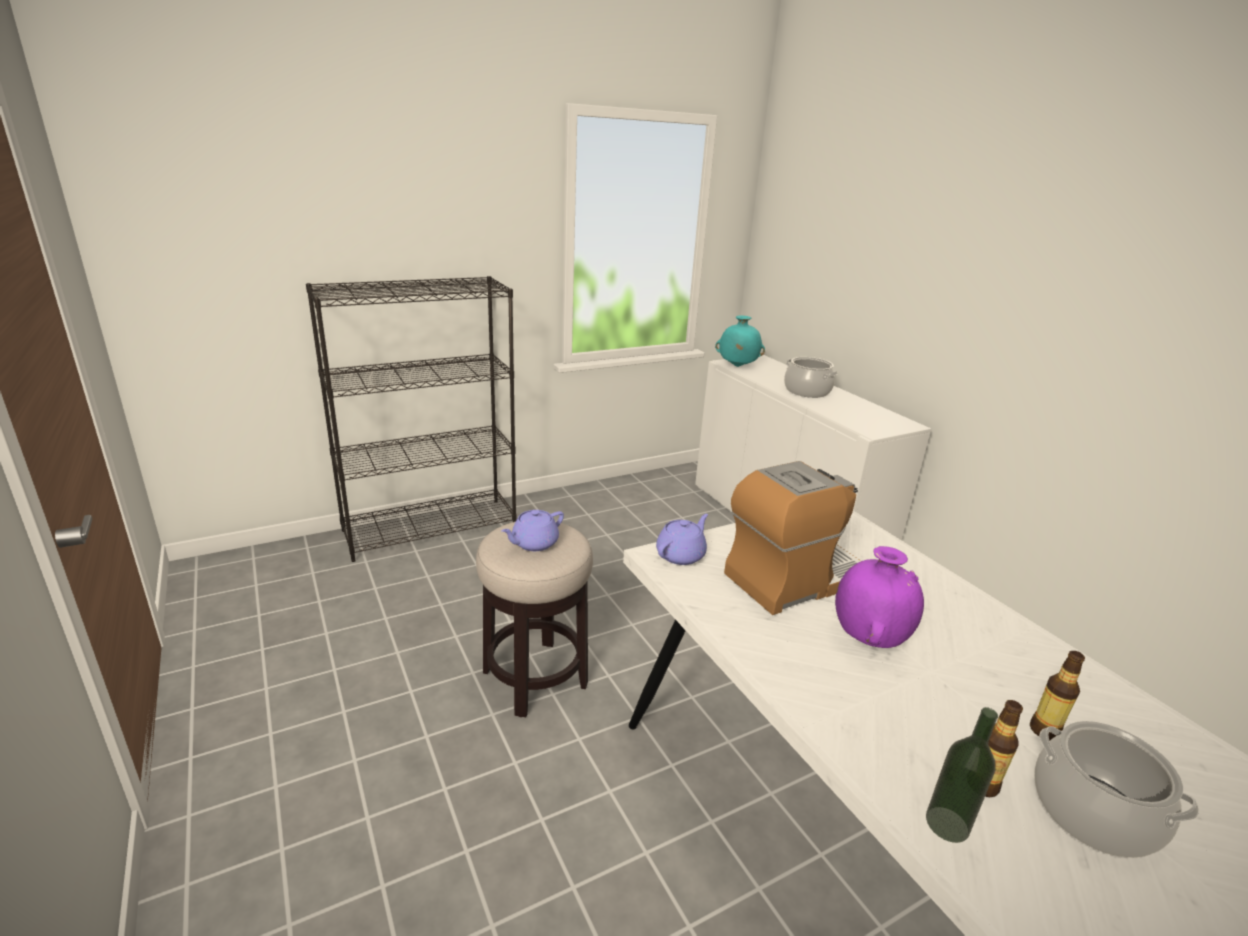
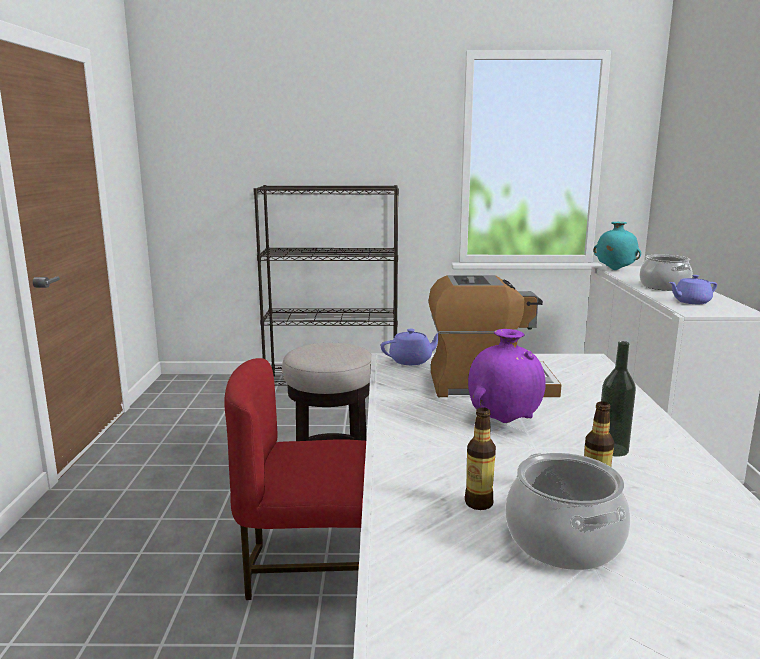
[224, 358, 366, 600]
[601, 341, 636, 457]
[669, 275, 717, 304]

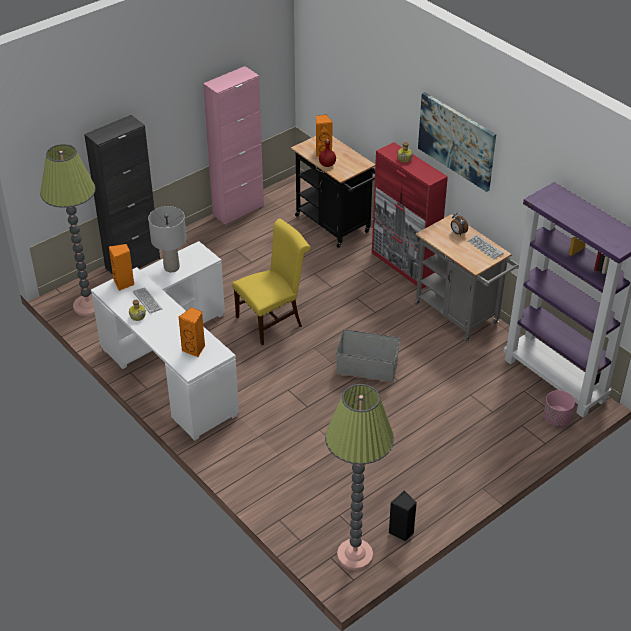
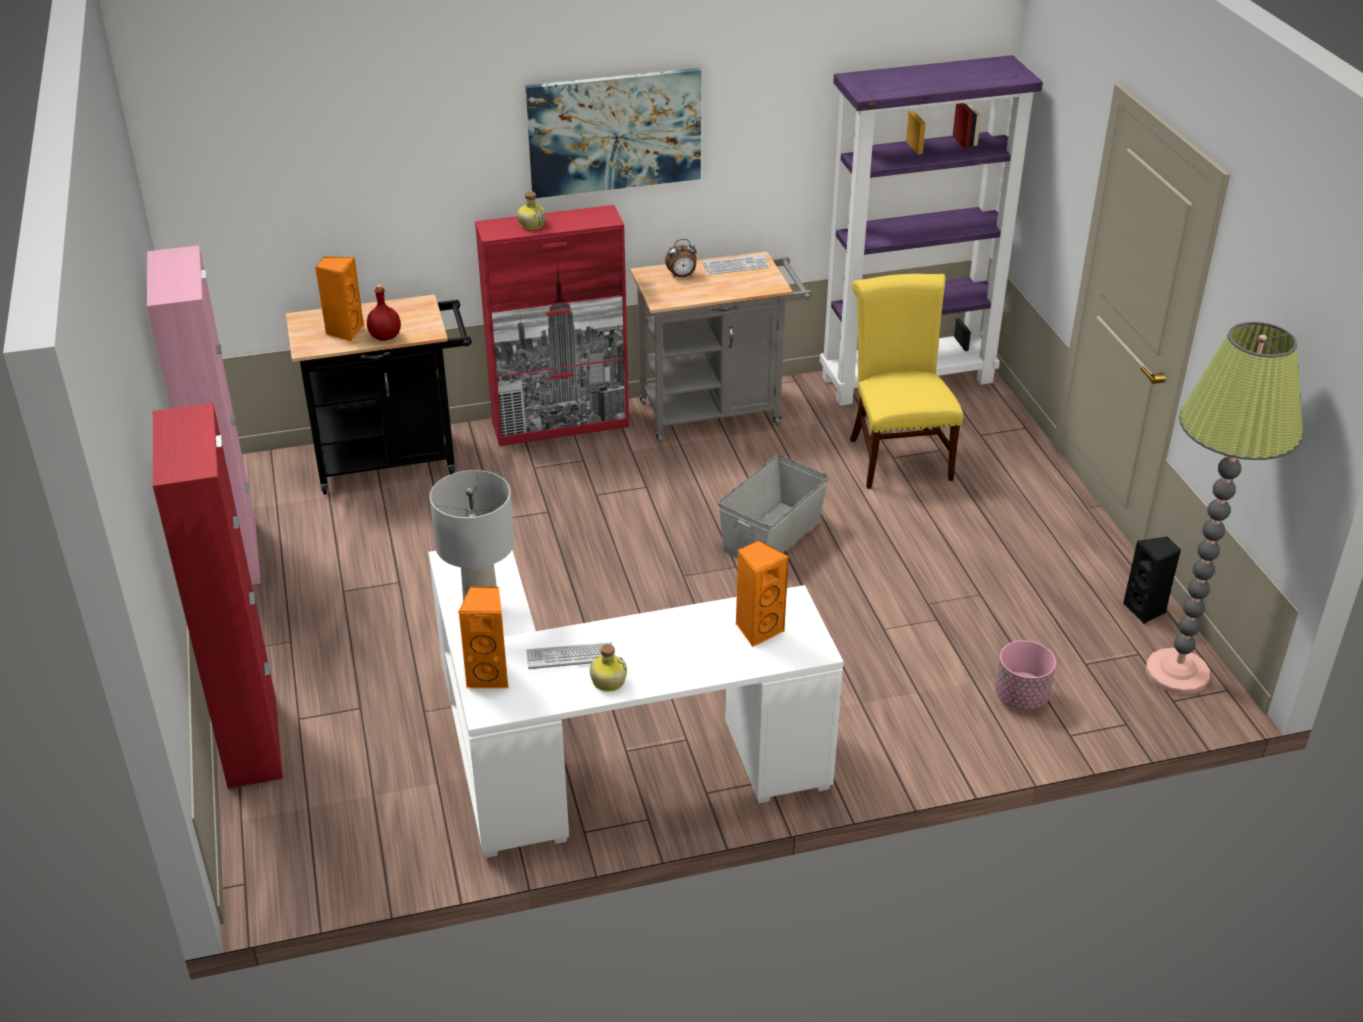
[153, 403, 283, 789]
[850, 274, 963, 489]
[995, 641, 1056, 710]
[40, 144, 96, 316] (first image)

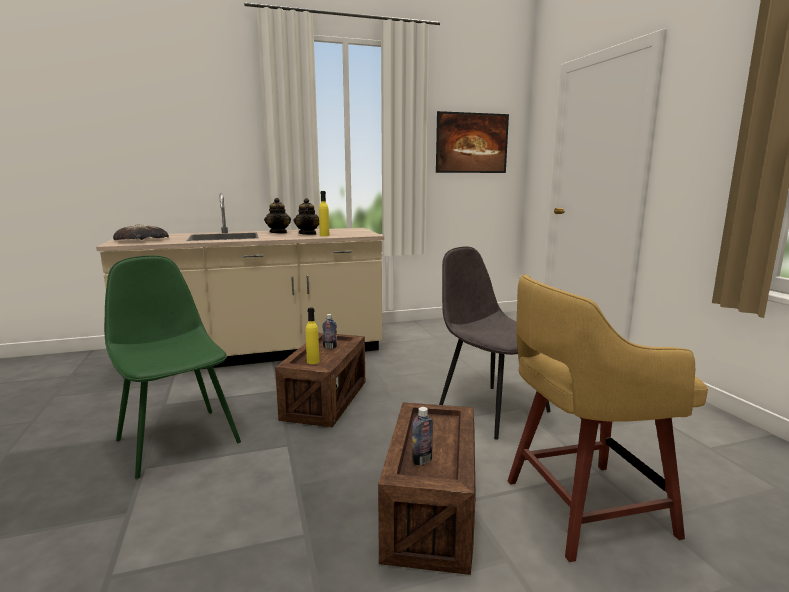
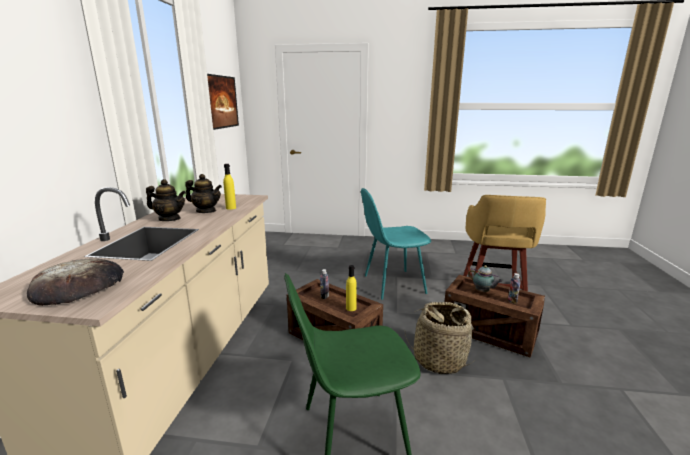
[361, 188, 431, 300]
[405, 302, 477, 374]
[468, 265, 502, 292]

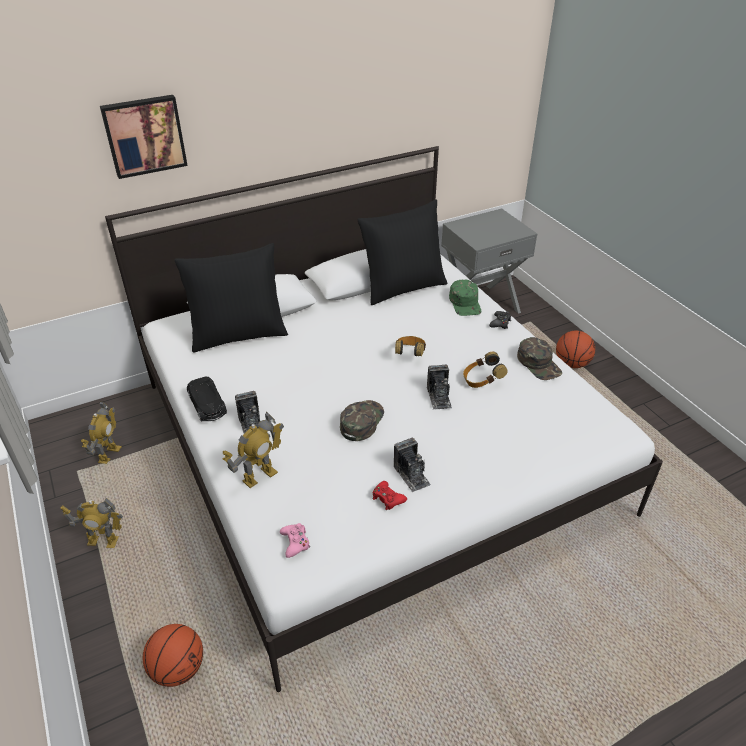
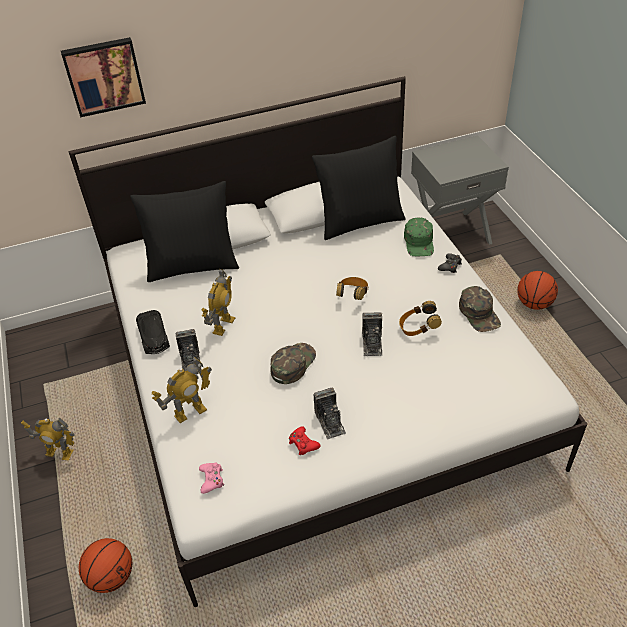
[201, 269, 235, 336]

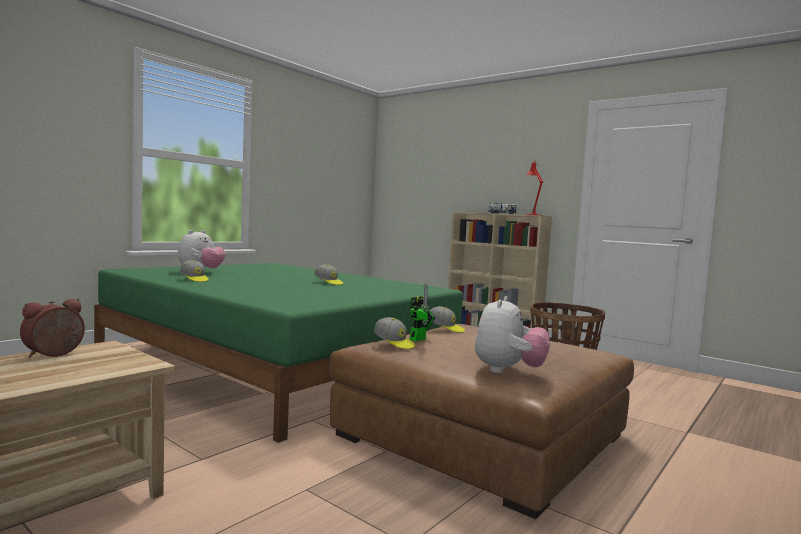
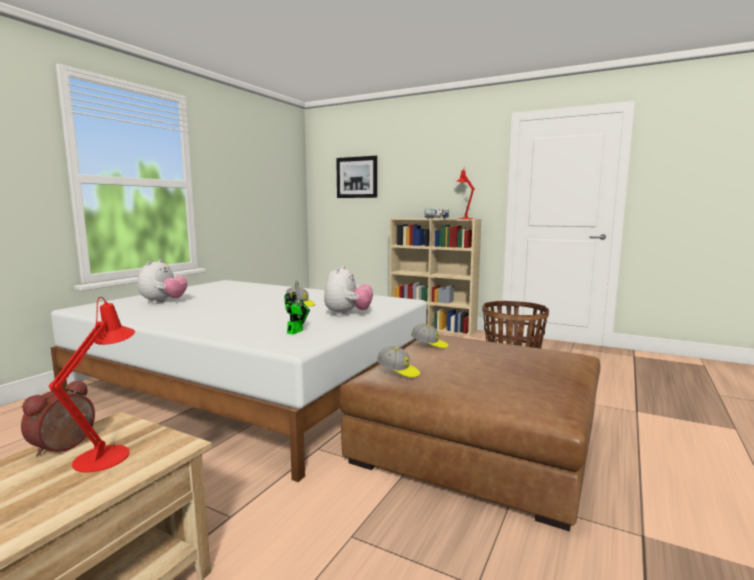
[49, 297, 135, 473]
[50, 280, 427, 482]
[285, 281, 310, 334]
[324, 266, 373, 316]
[336, 156, 377, 198]
[180, 260, 208, 282] (first image)

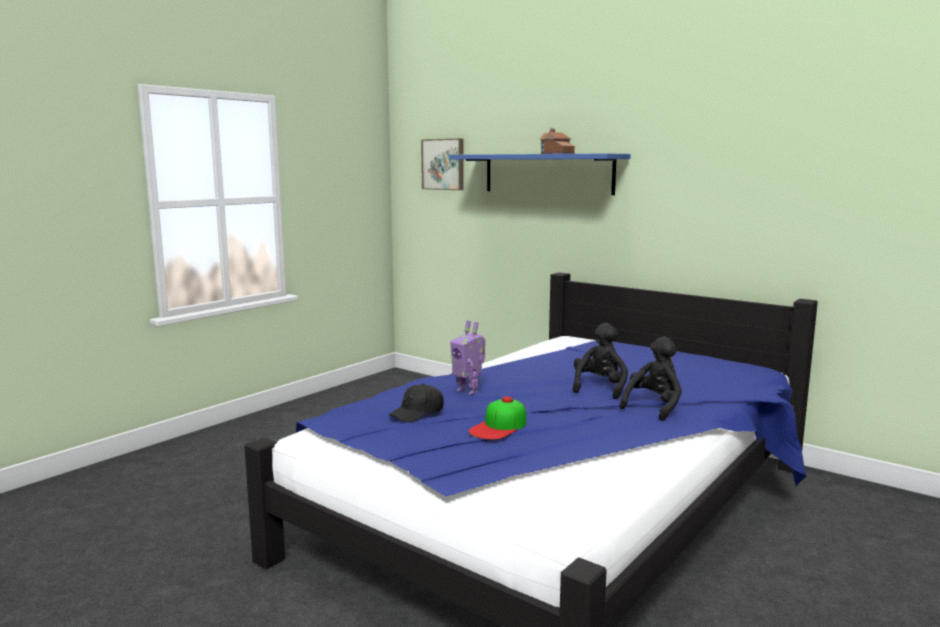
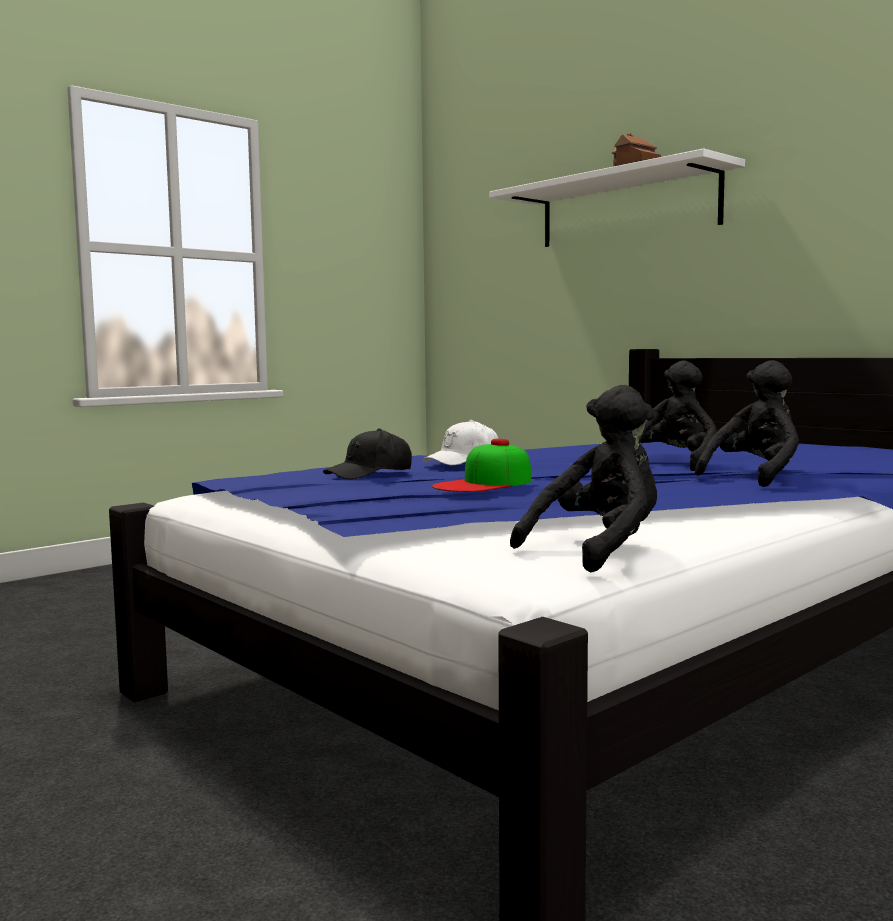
[423, 420, 499, 465]
[489, 148, 745, 247]
[510, 385, 657, 573]
[421, 139, 464, 190] (first image)

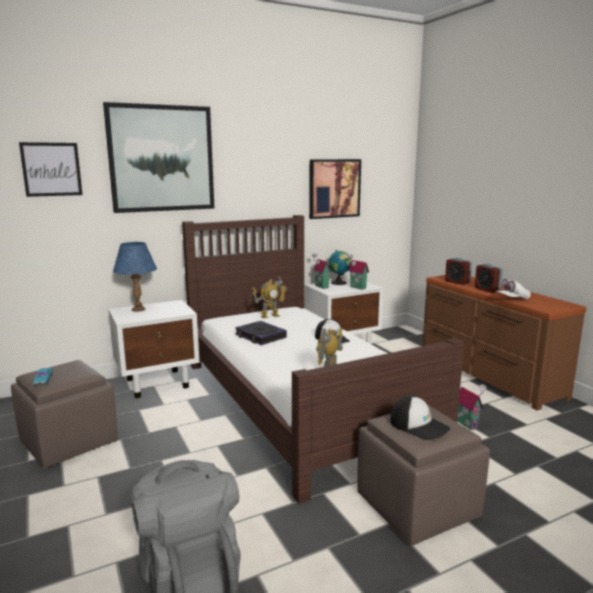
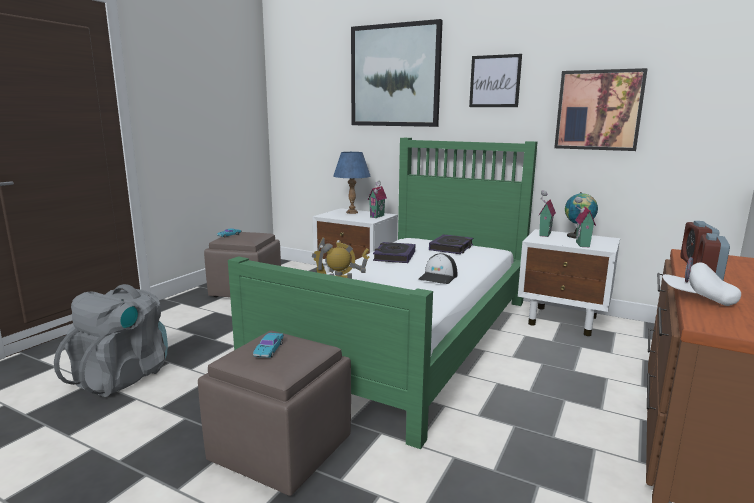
[228, 138, 538, 449]
[253, 333, 284, 358]
[368, 181, 387, 218]
[429, 234, 473, 254]
[469, 54, 522, 107]

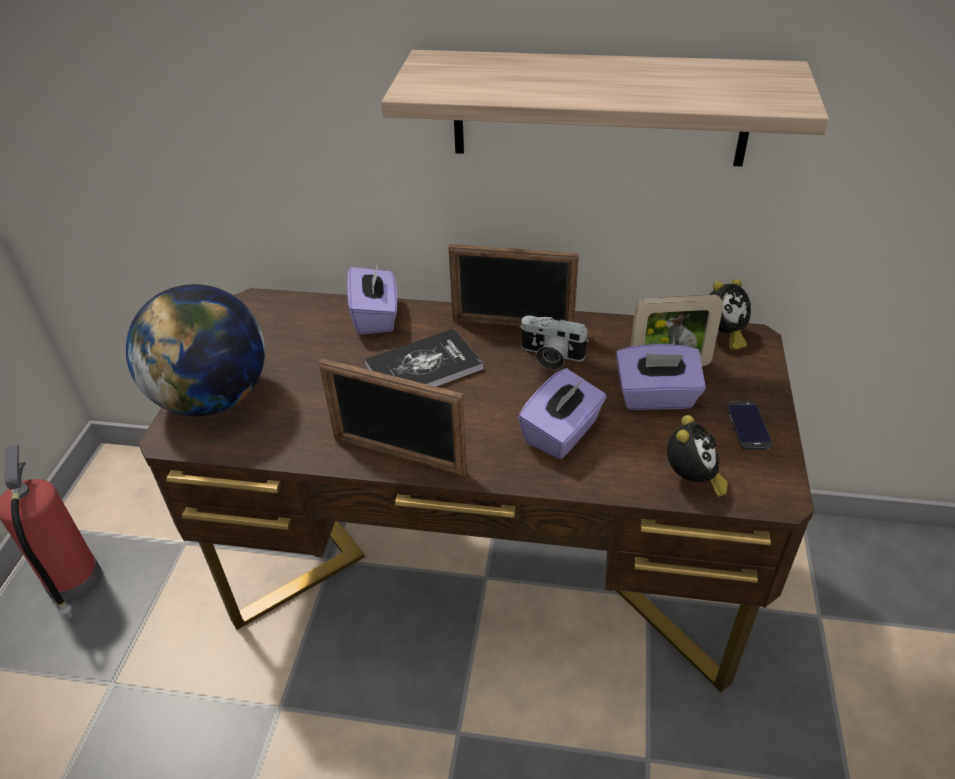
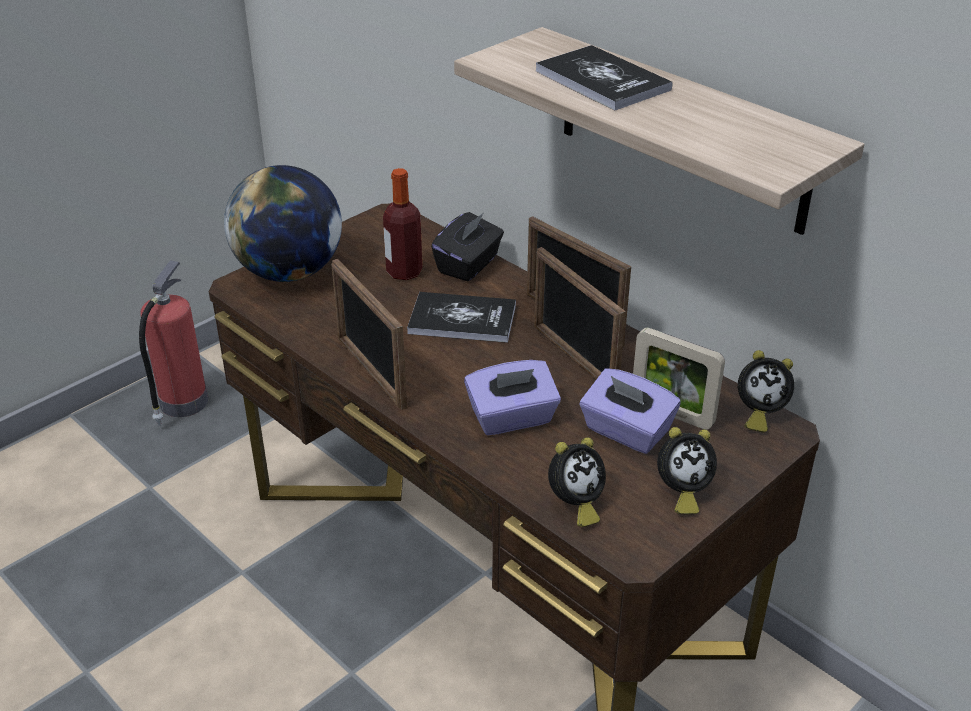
[383, 168, 422, 280]
[431, 212, 504, 281]
[534, 247, 626, 379]
[536, 45, 672, 111]
[657, 427, 717, 514]

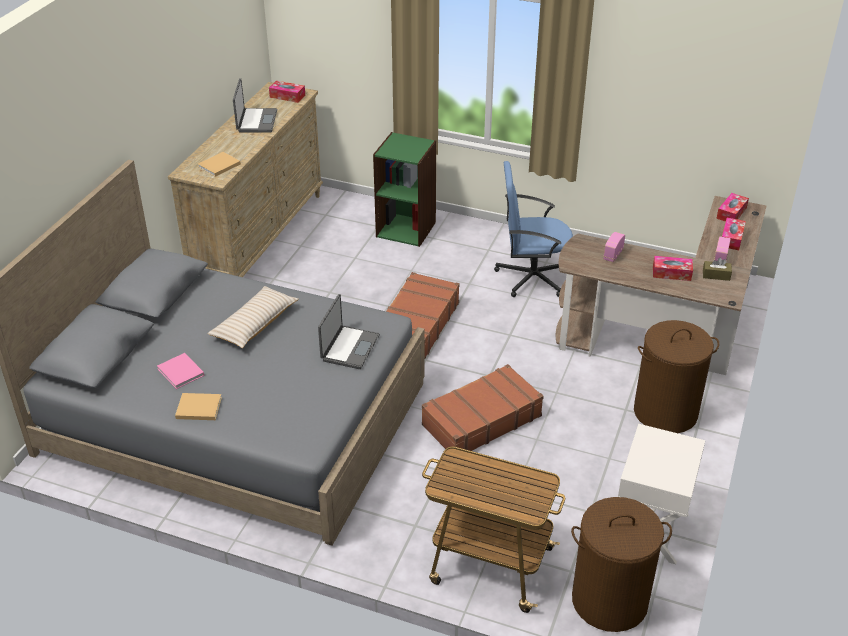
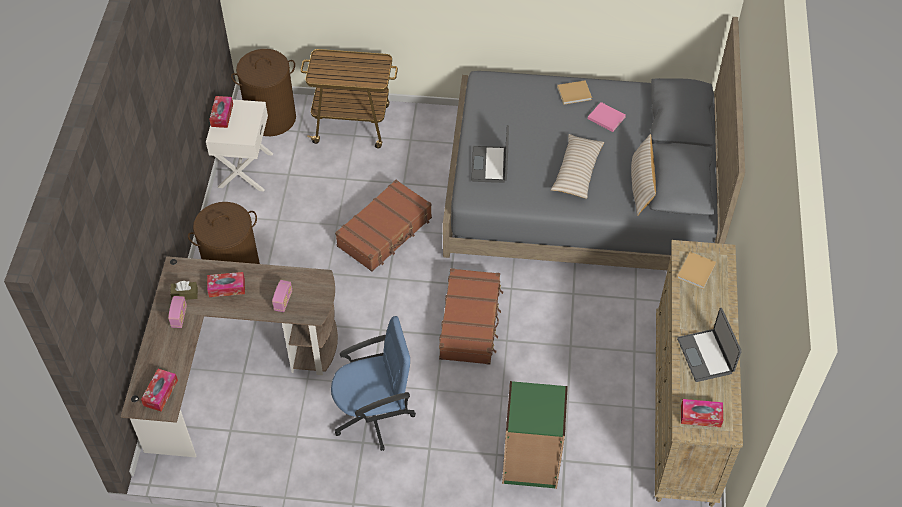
[209, 96, 233, 128]
[631, 134, 656, 216]

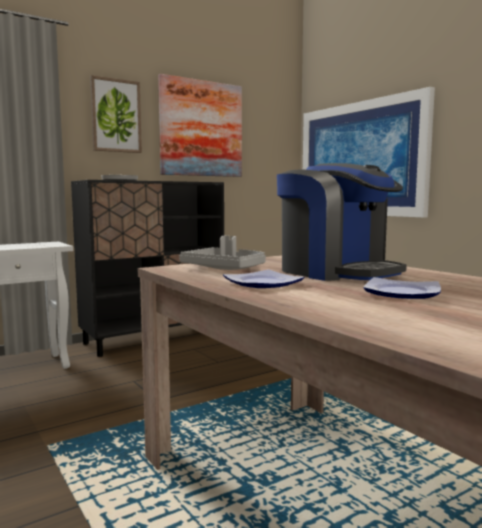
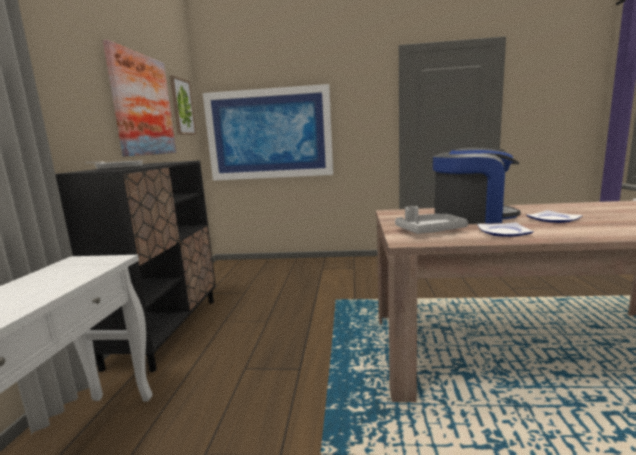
[170, 75, 197, 135]

